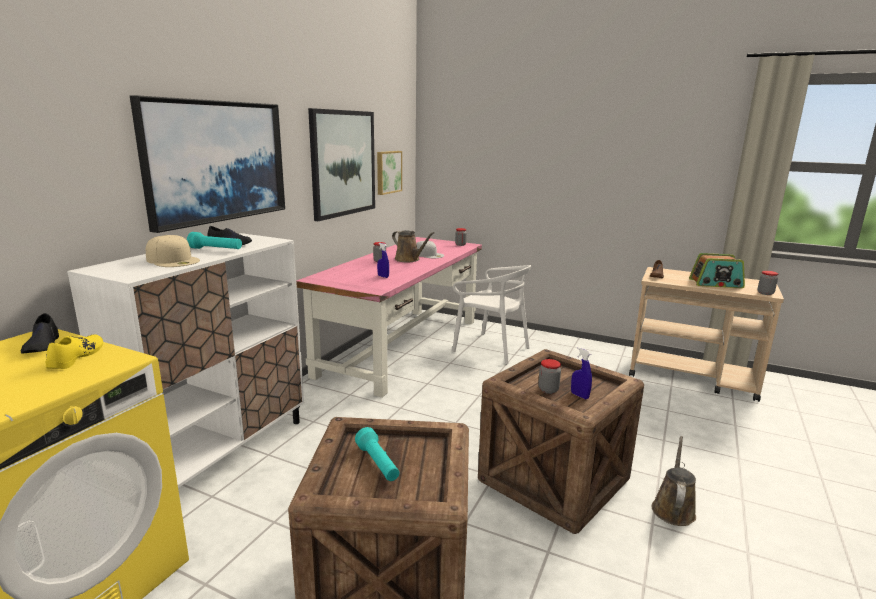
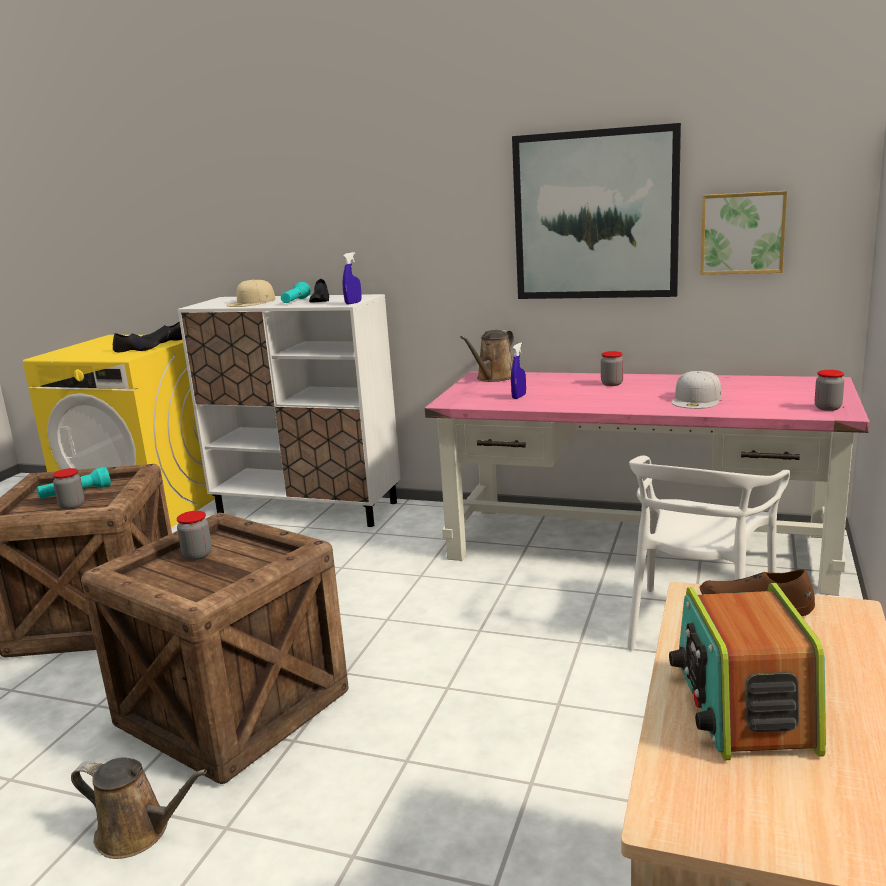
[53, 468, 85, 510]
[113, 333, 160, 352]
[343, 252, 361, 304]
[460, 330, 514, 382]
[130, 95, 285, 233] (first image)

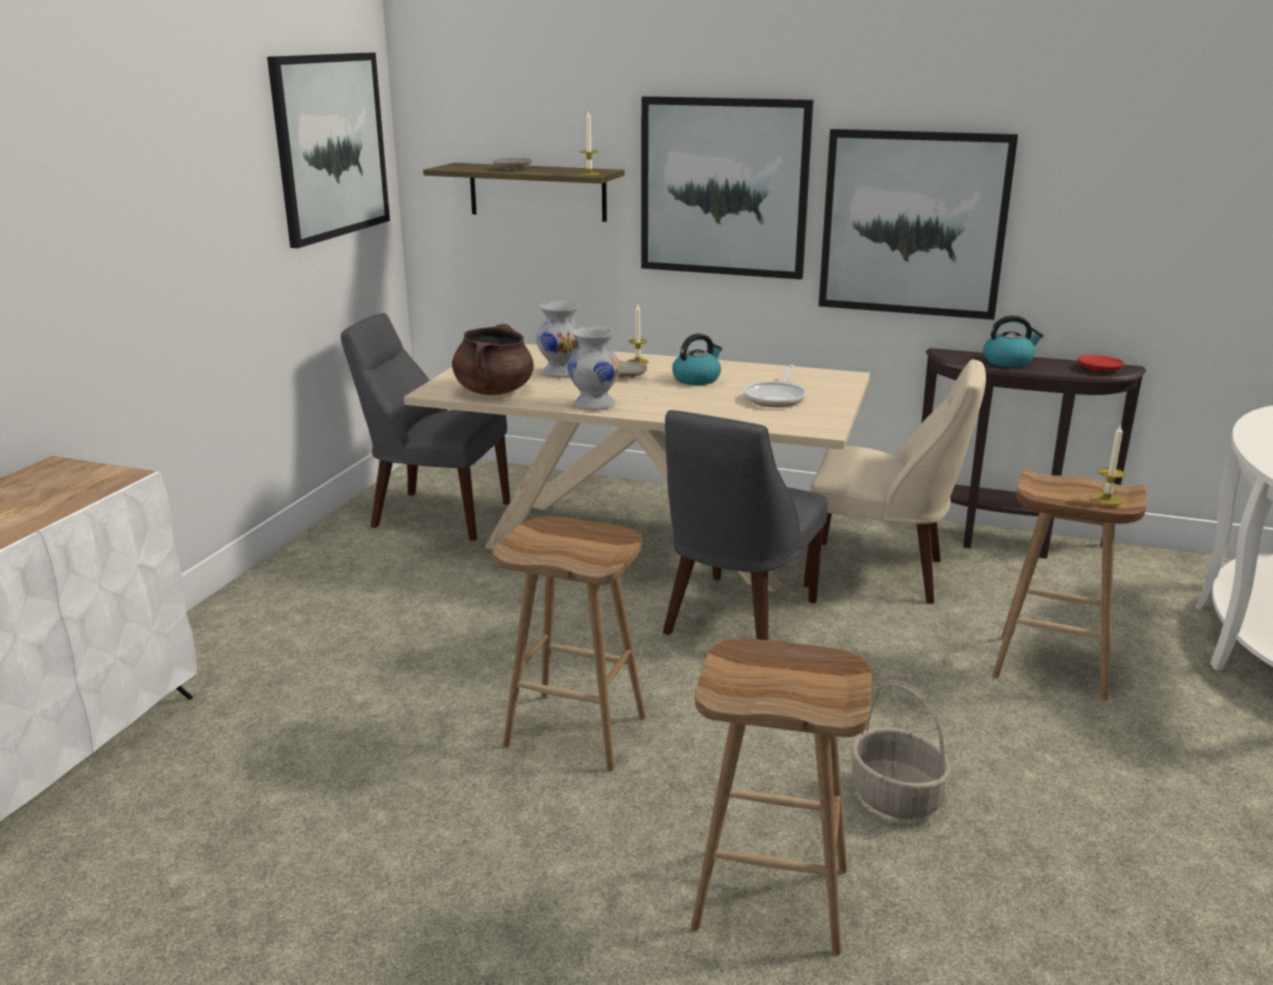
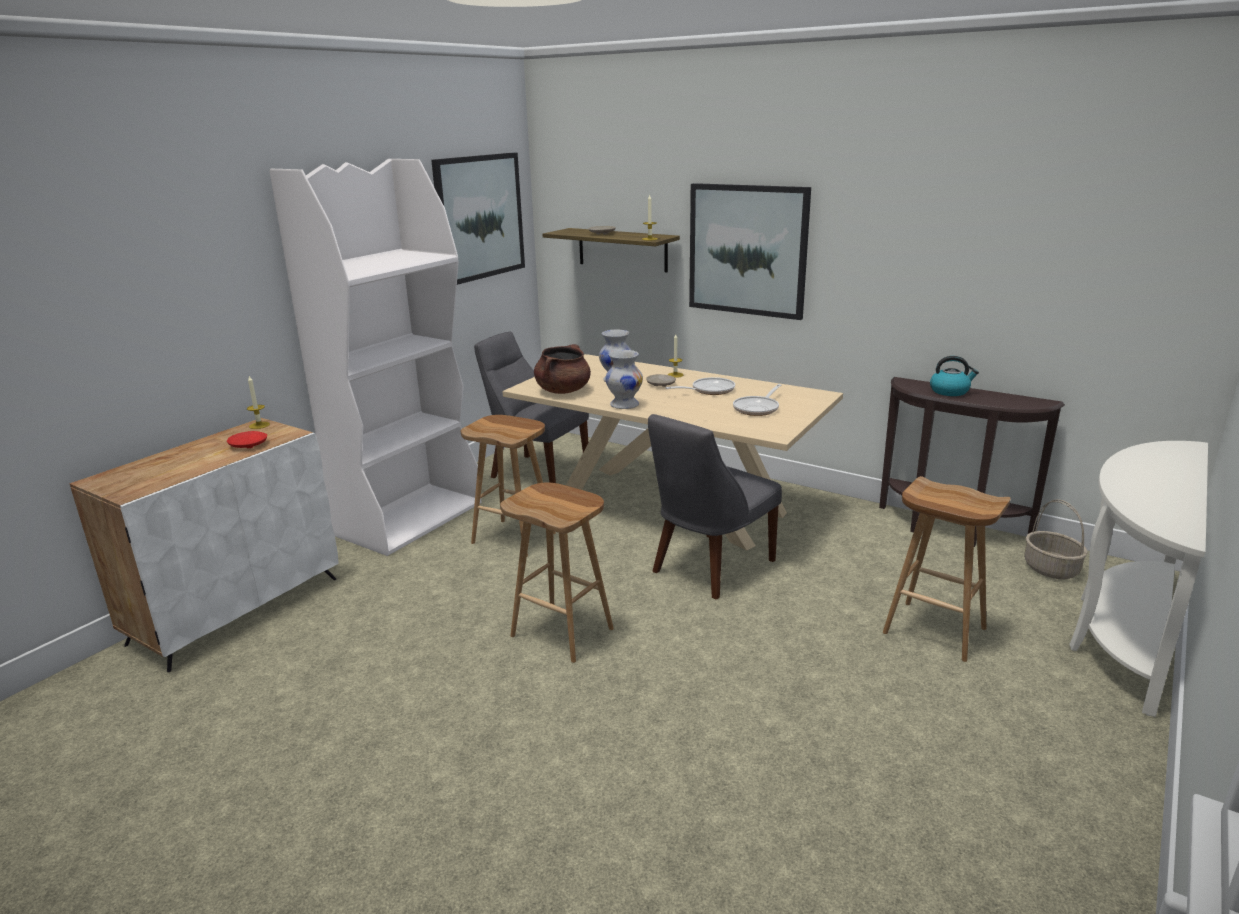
[227, 431, 267, 448]
[247, 376, 270, 429]
[269, 159, 482, 556]
[461, 415, 556, 557]
[665, 377, 735, 395]
[1024, 499, 1088, 579]
[804, 359, 986, 604] (first image)
[819, 129, 1018, 320] (first image)

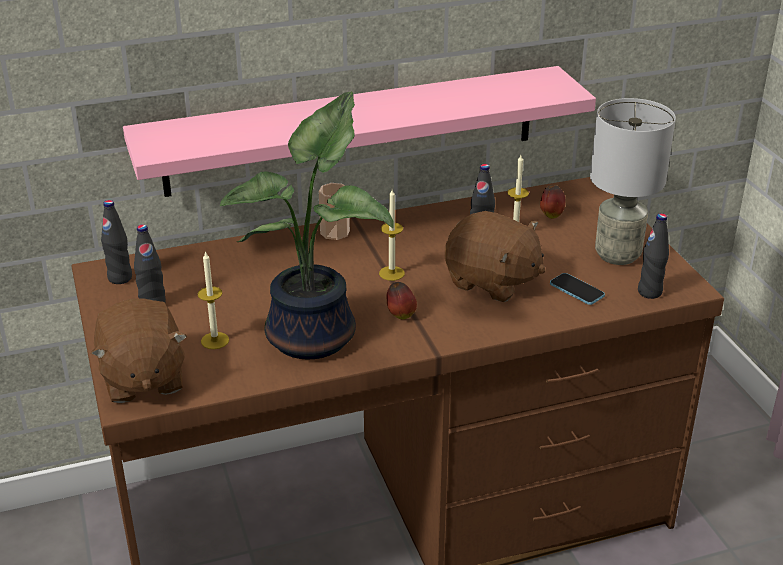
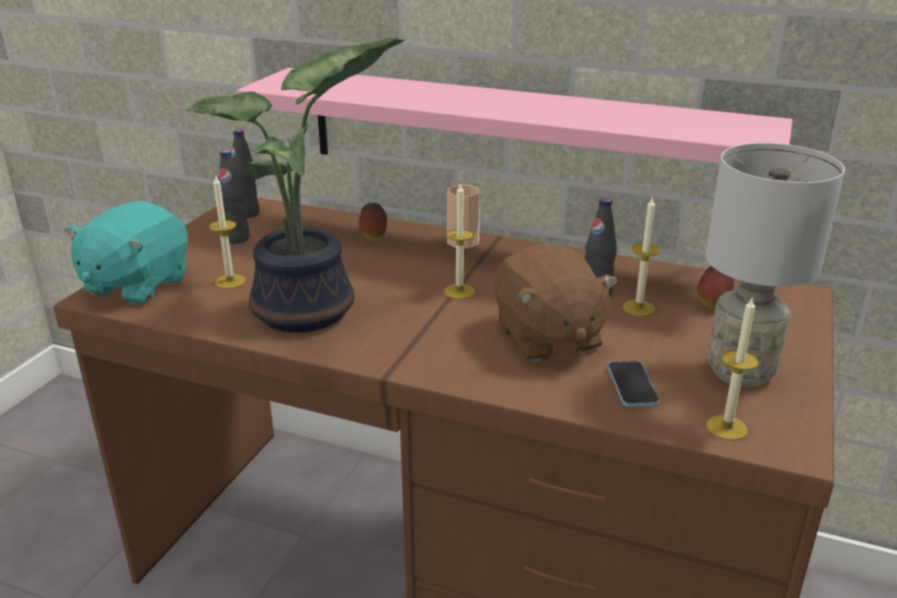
[64, 201, 188, 305]
[358, 203, 387, 241]
[706, 296, 759, 440]

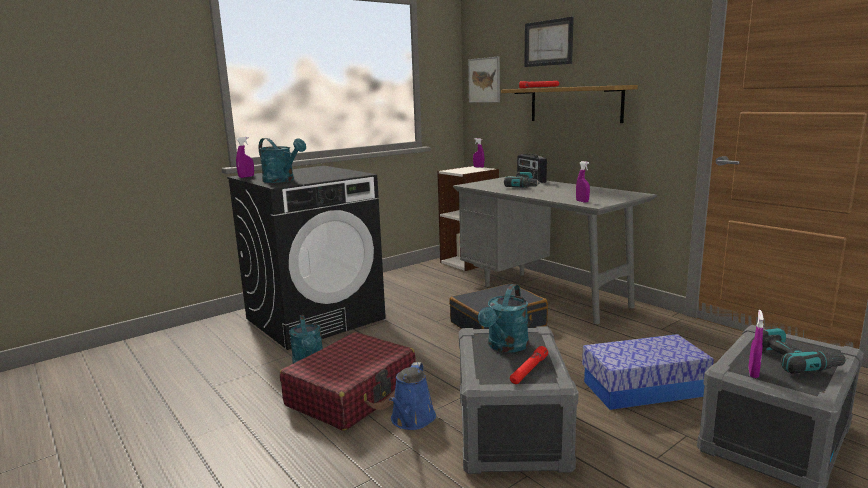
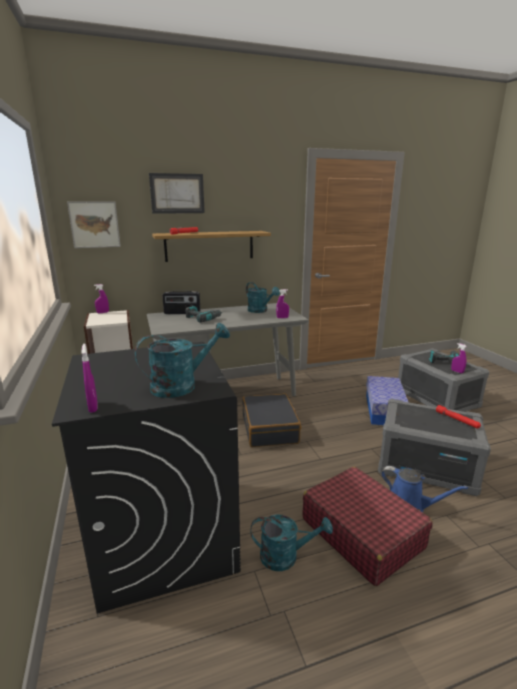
[246, 282, 280, 313]

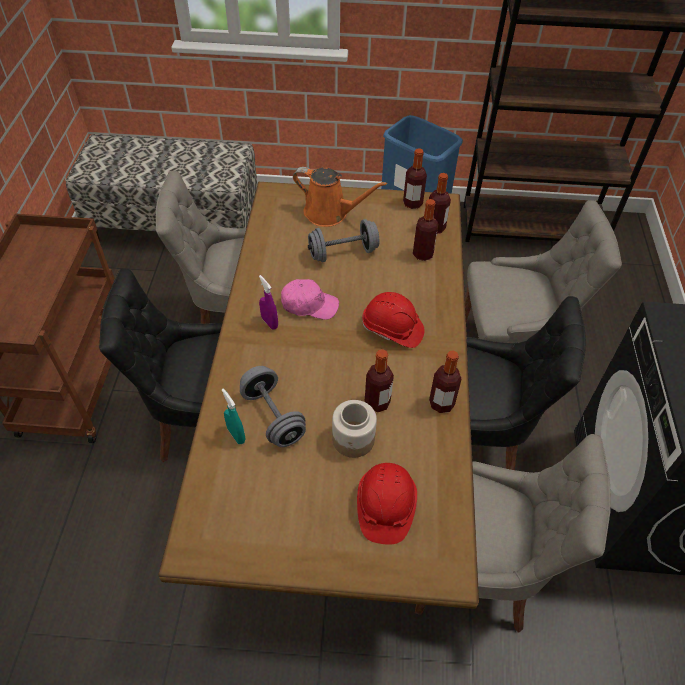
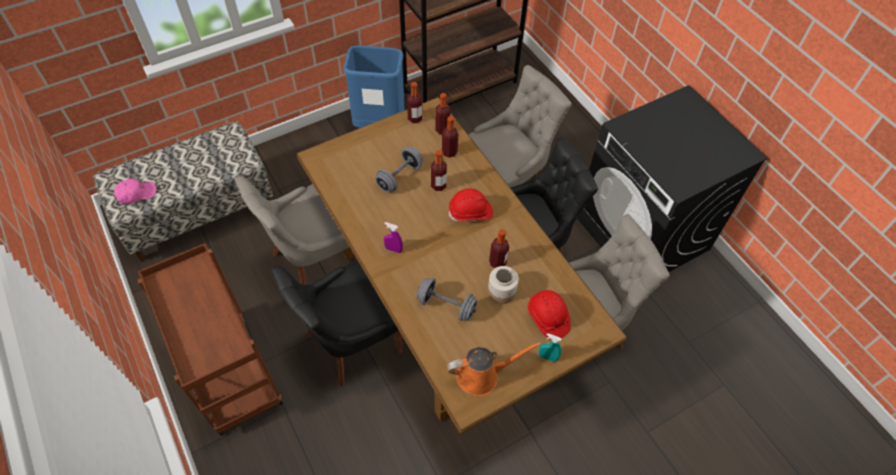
[114, 178, 156, 204]
[431, 150, 447, 191]
[447, 342, 541, 396]
[539, 333, 562, 362]

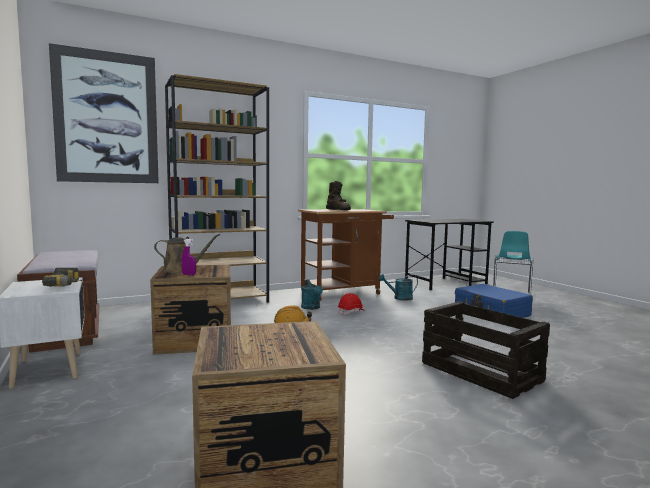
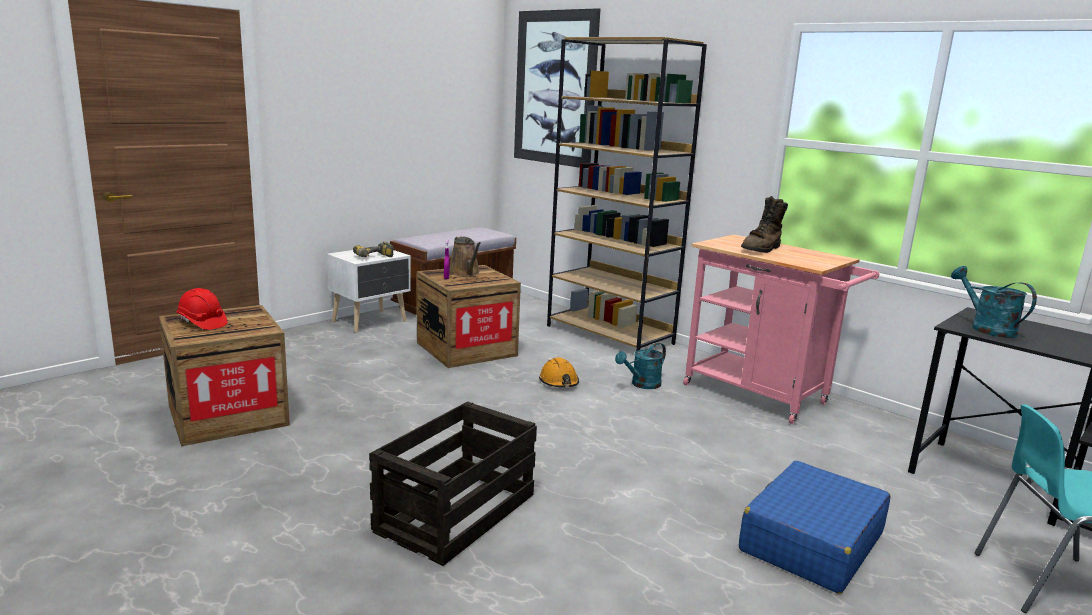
[176, 288, 227, 330]
[683, 235, 879, 424]
[951, 266, 1037, 338]

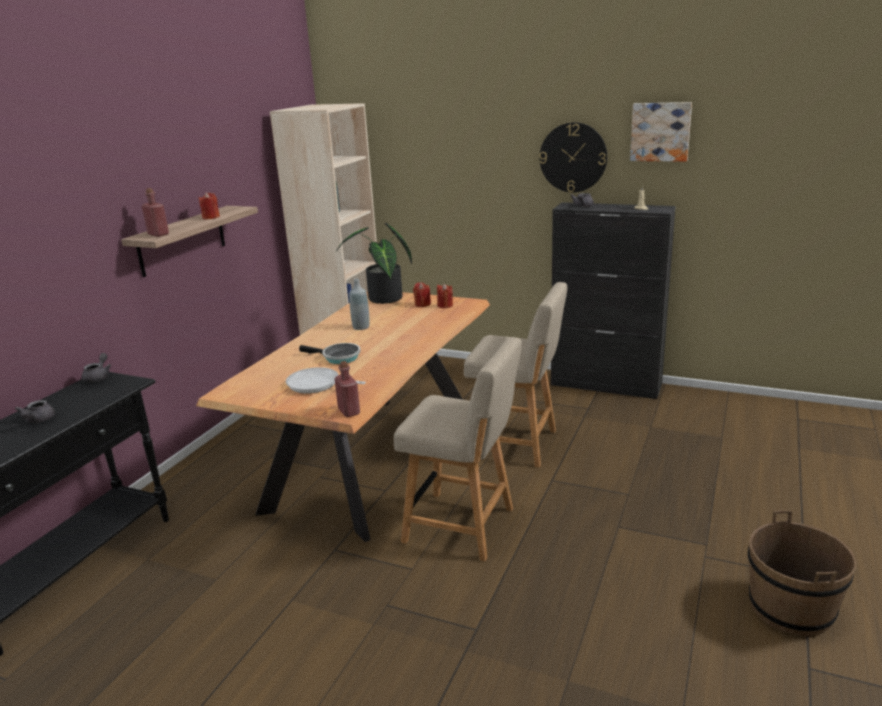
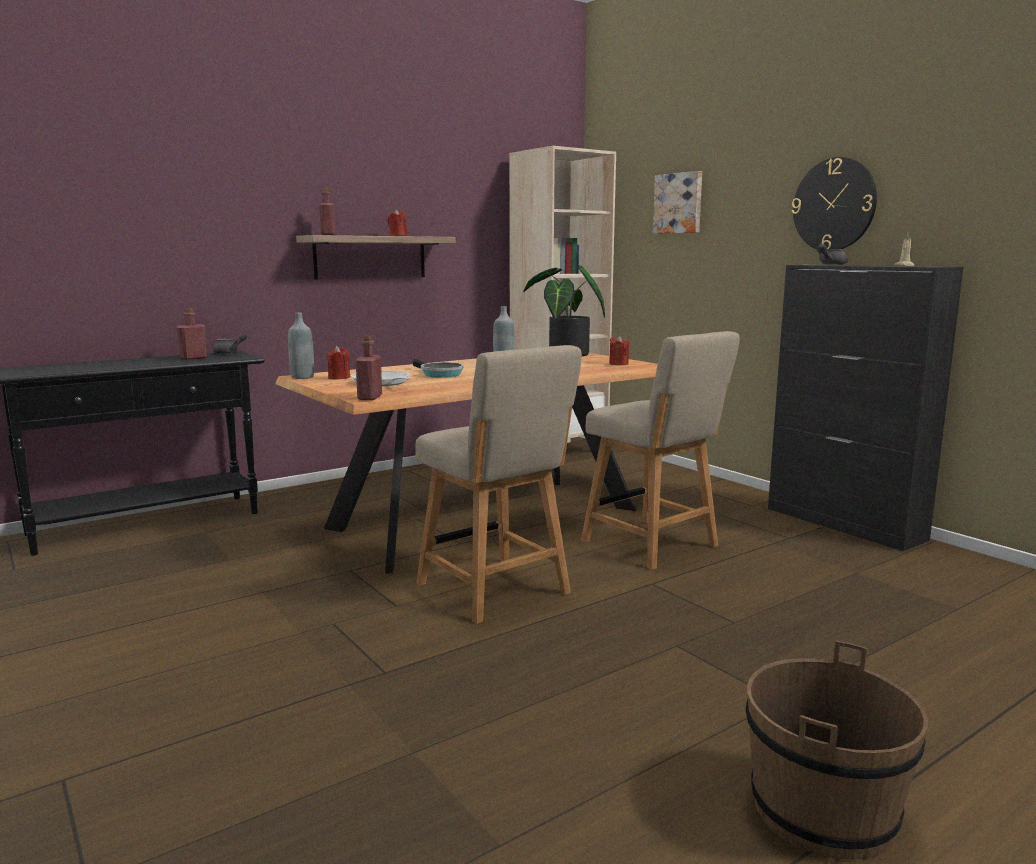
[177, 308, 207, 360]
[288, 313, 314, 379]
[326, 346, 350, 379]
[653, 171, 702, 234]
[15, 400, 55, 423] (first image)

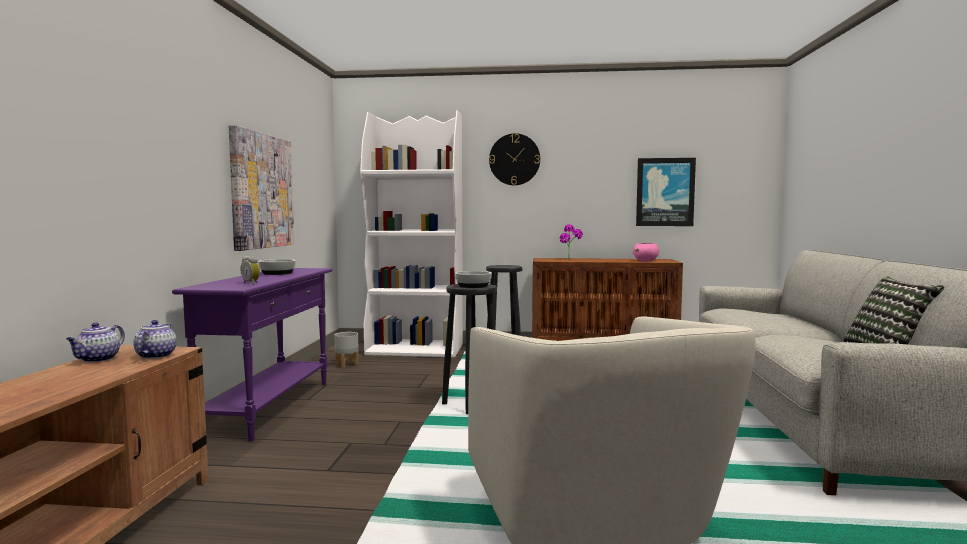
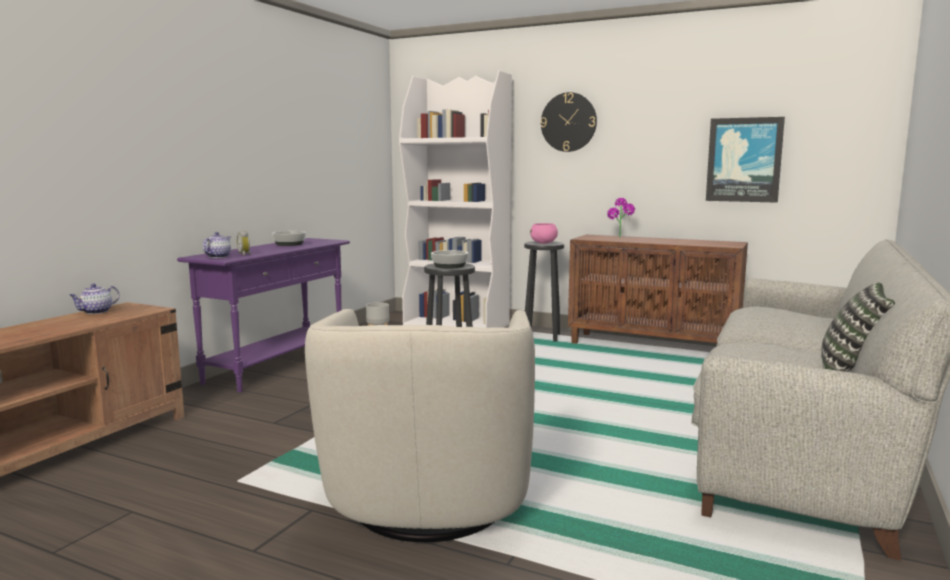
[203, 232, 231, 258]
[530, 223, 558, 244]
[229, 125, 294, 251] (first image)

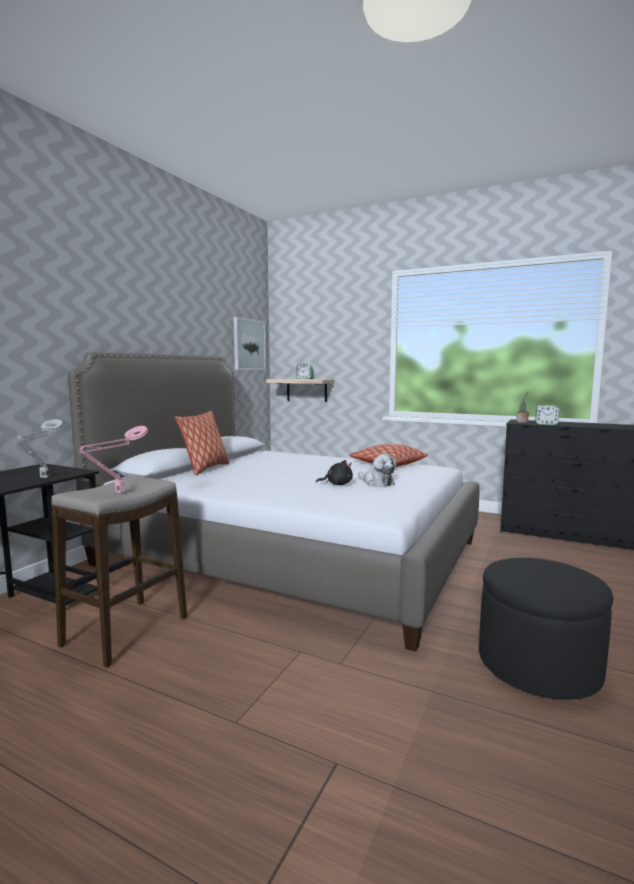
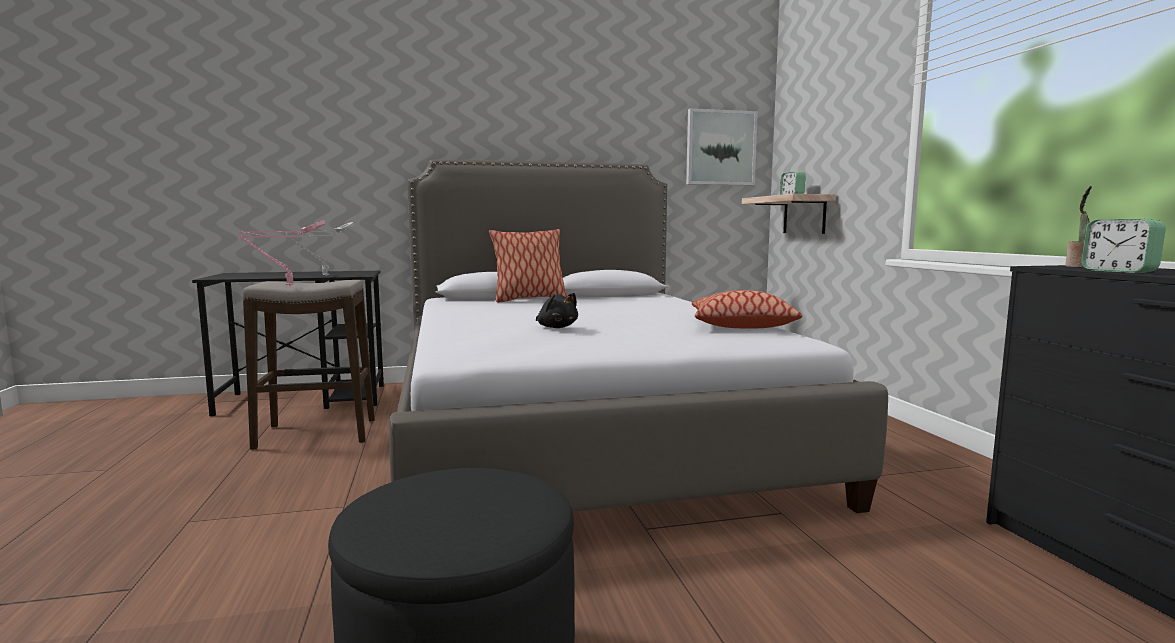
[358, 454, 396, 487] (first image)

